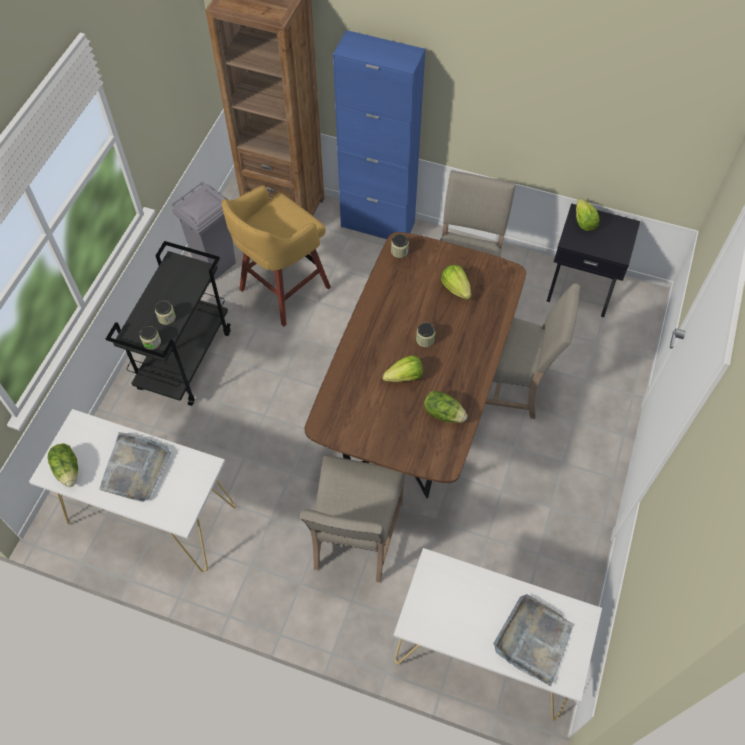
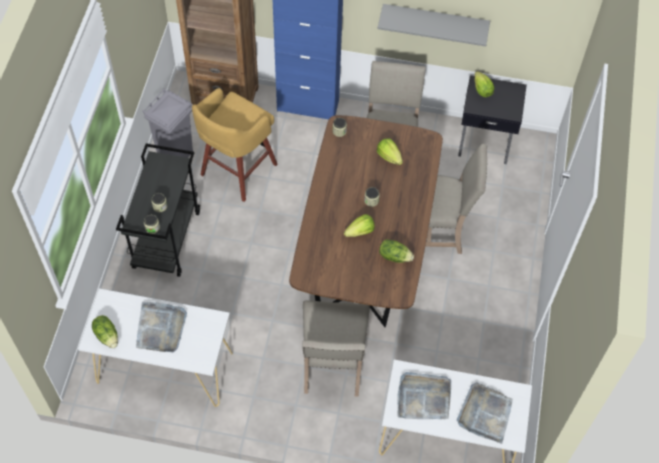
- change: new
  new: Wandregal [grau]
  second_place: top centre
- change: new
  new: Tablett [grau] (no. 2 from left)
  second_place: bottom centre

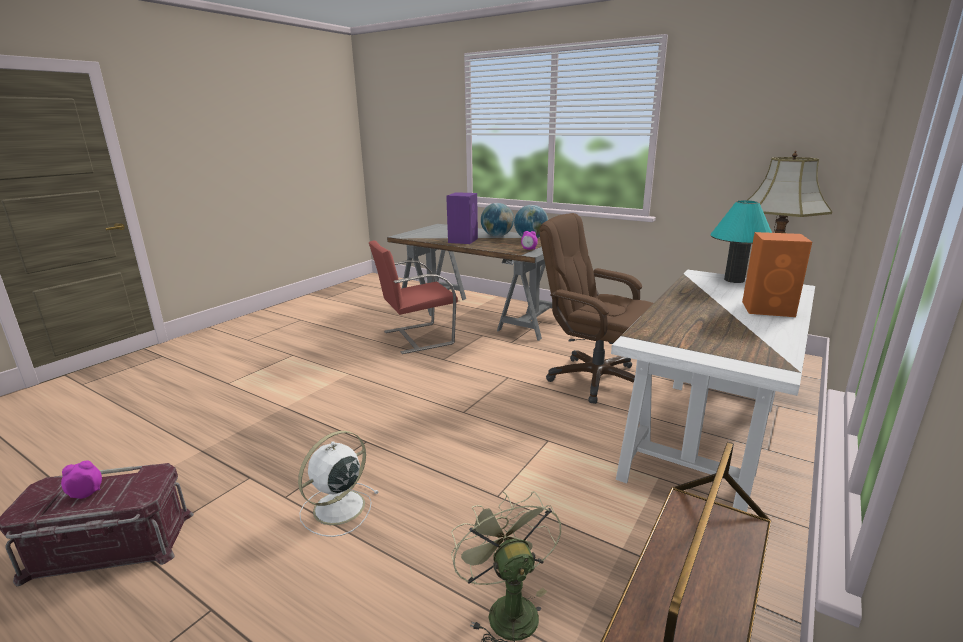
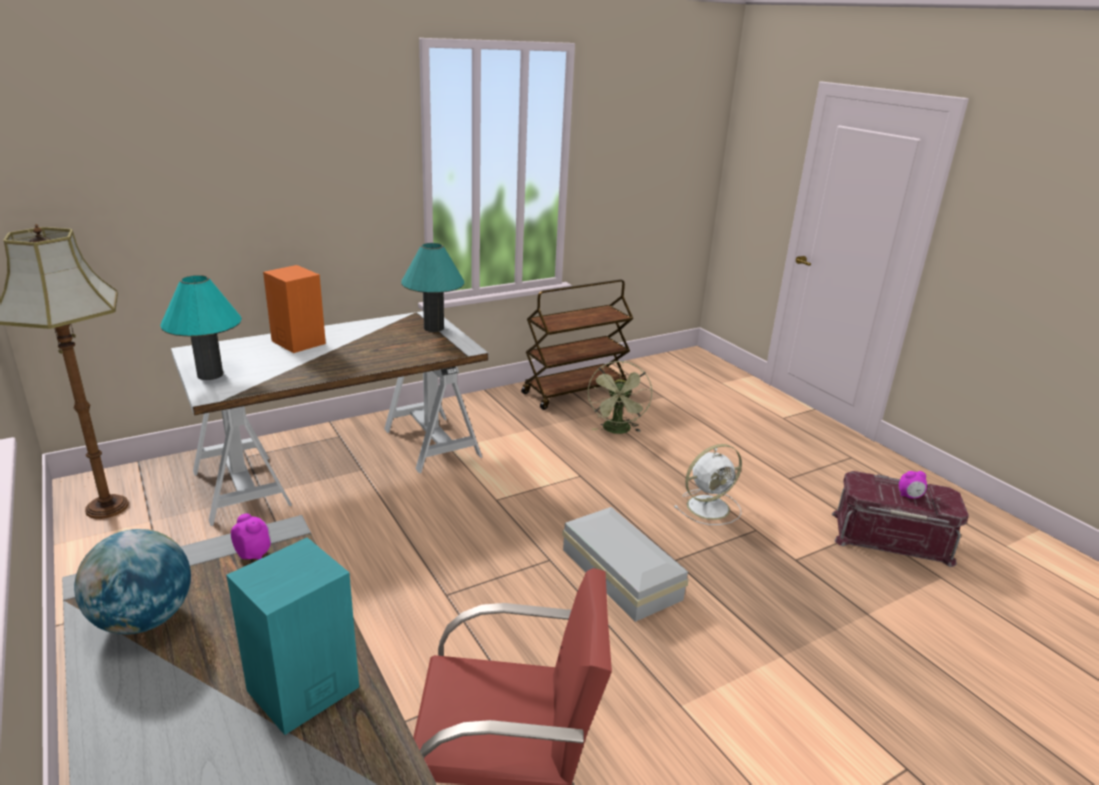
- change: repainted
  old: Lautsprecher [lila]
  new: Lautsprecher [türkis]
  first_place: centre
  second_place: bottom left
- change: new
  new: Tischlampe [türkis] (no. 2 from left)
  second_place: centre
- change: new
  new: Aufbewahrungsbox [weiß]
  second_place: bottom centre
- change: gone
  old: Globus (no. 1 from left)
  first_place: centre
- change: gone
  old: Bürostuhl [braun]
  first_place: centre

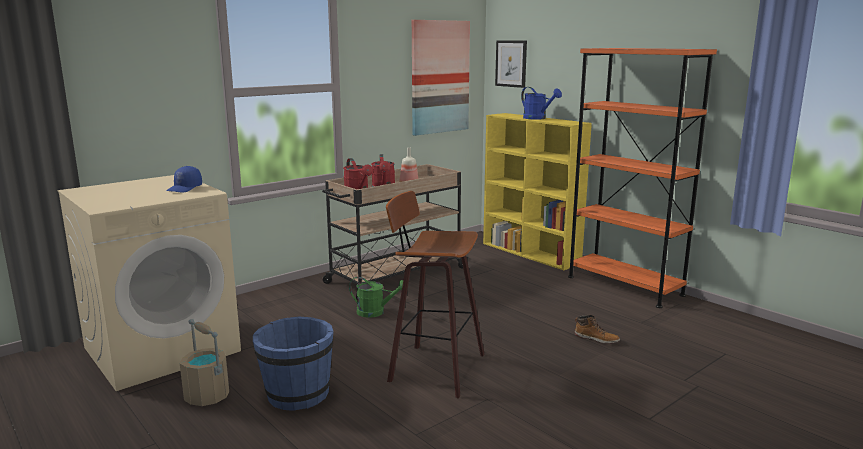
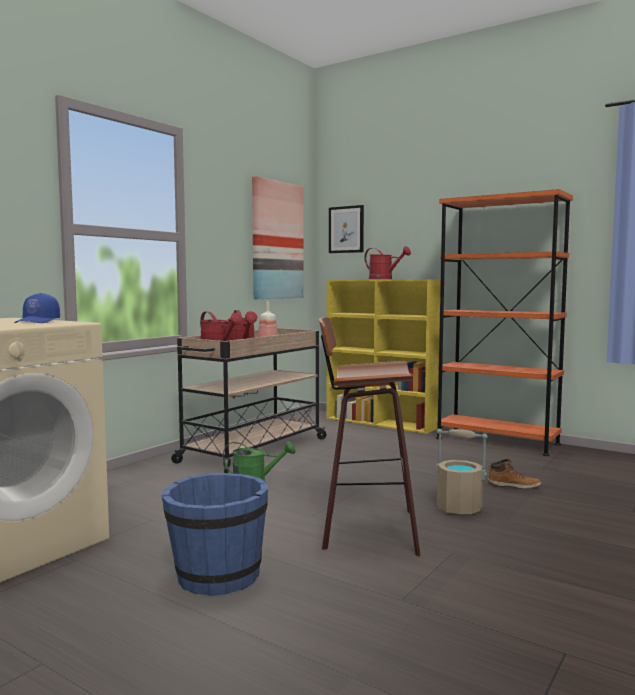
- change: repainted
  old: Gießkanne [blau]
  new: Gießkanne [rot] (no. 3 from left)
  first_place: top centre
  second_place: centre
- change: shifted
  old: Eimer [beige]
  first_place: bottom left
  second_place: bottom right

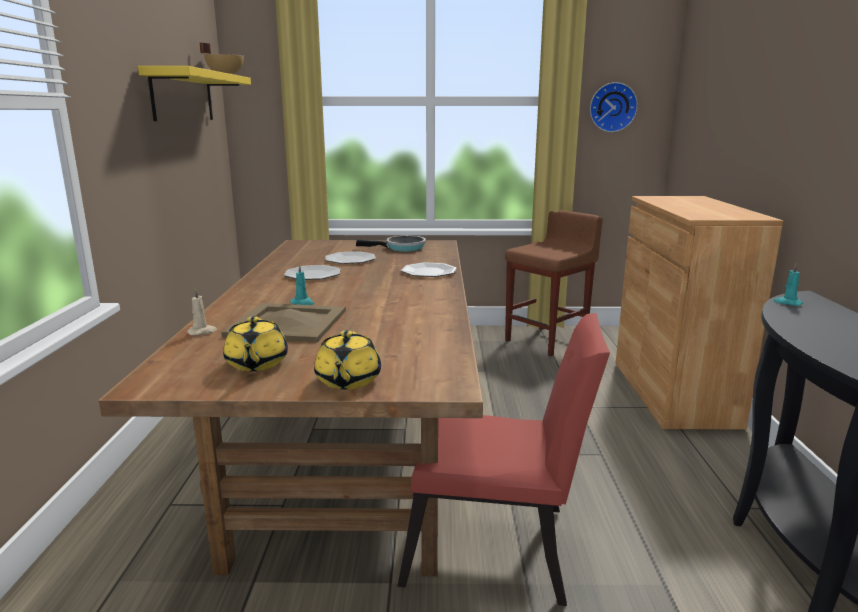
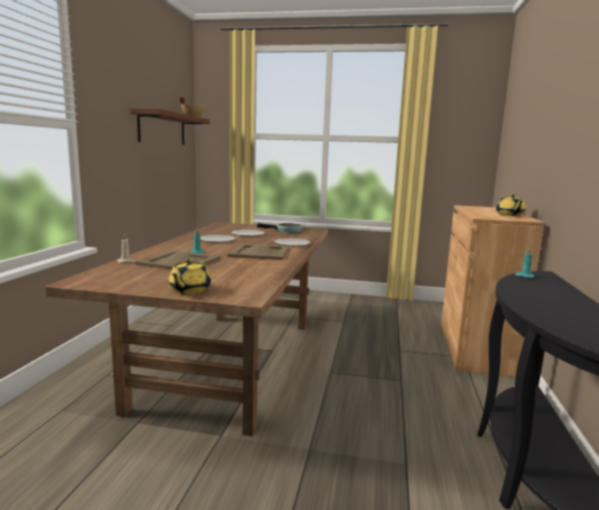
- change: repainted
  old: Wandregal [gelb]
  new: Wandregal [braun]
  first_place: top left
  second_place: top left
- change: new
  new: Tablett [beige] (no. 2 from left)
  second_place: centre
- change: shifted
  old: Teekanne [gelb] (no. 1 from left in the first image)
  new: Teekanne [gelb] (no. 2 from left)
  first_place: middle left
  second_place: middle right
- change: gone
  old: Stuhl [rot]
  first_place: bottom centre
- change: gone
  old: Hocker [braun]
  first_place: centre
- change: gone
  old: Wanduhr
  first_place: top right

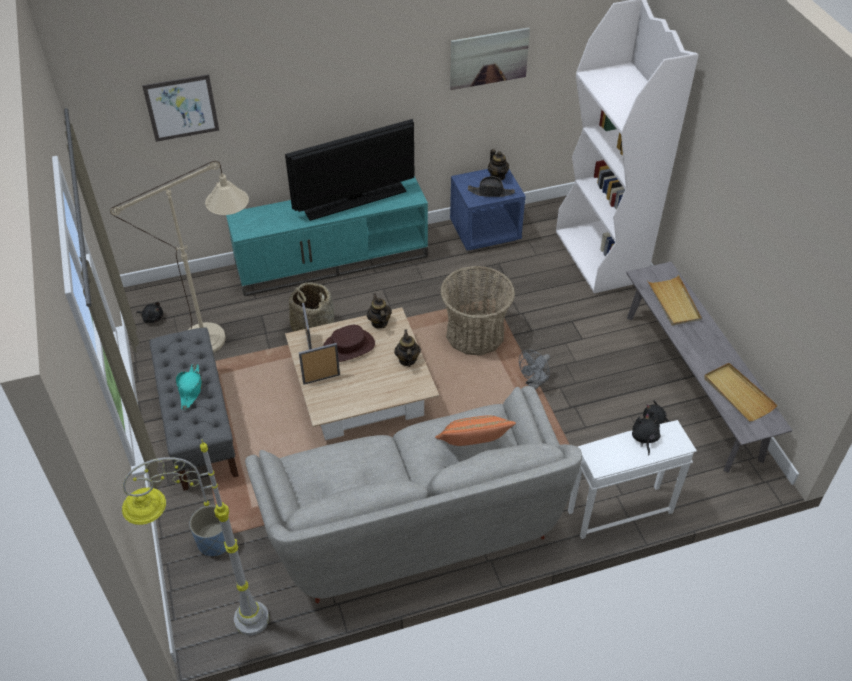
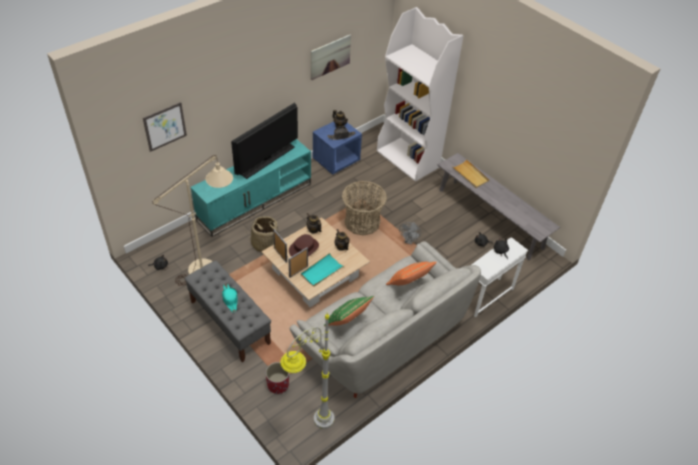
- change: repainted
  old: Pflanzkübel [blau]
  new: Pflanzkübel [rot]
  first_place: bottom left
  second_place: bottom centre
- change: new
  new: Tablett [türkis]
  second_place: centre
- change: new
  new: Kissen [grün]
  second_place: bottom centre
- change: gone
  old: Tablett [beige] (no. 2 from left)
  first_place: middle right

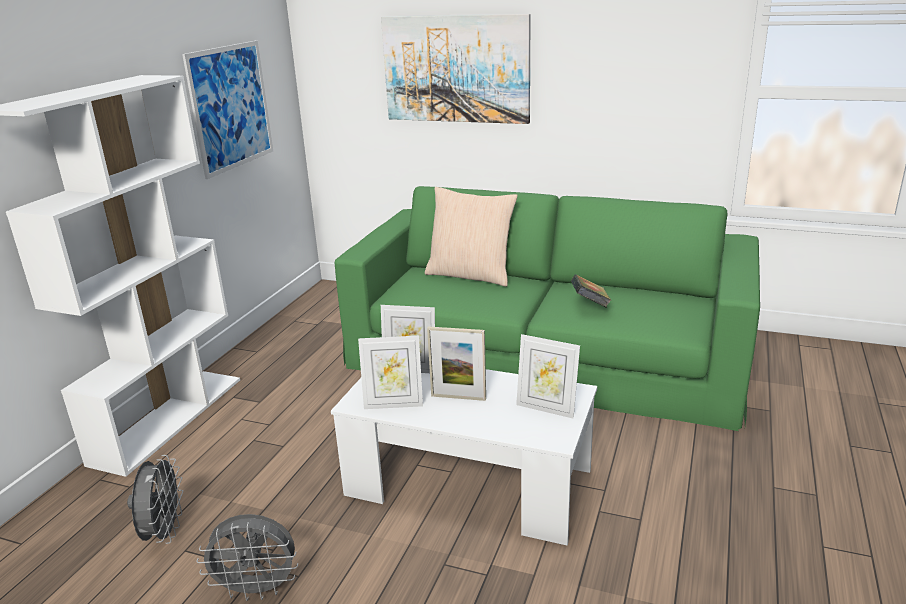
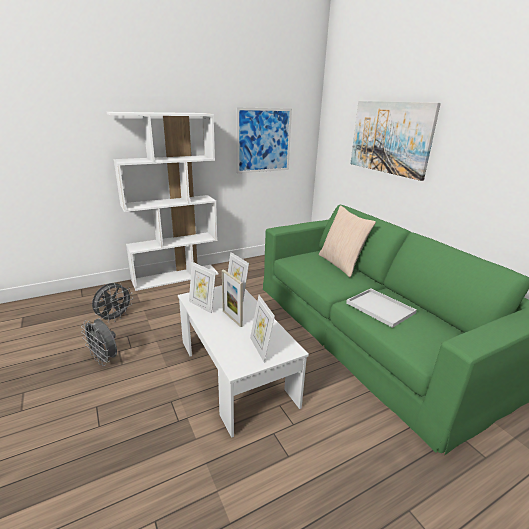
- change: swapped
  old: Buch
  new: Tablett [weiß]
  first_place: centre
  second_place: middle right

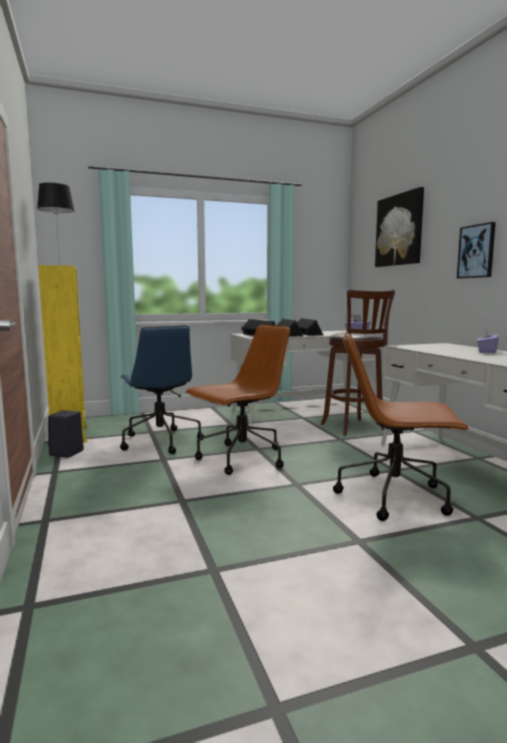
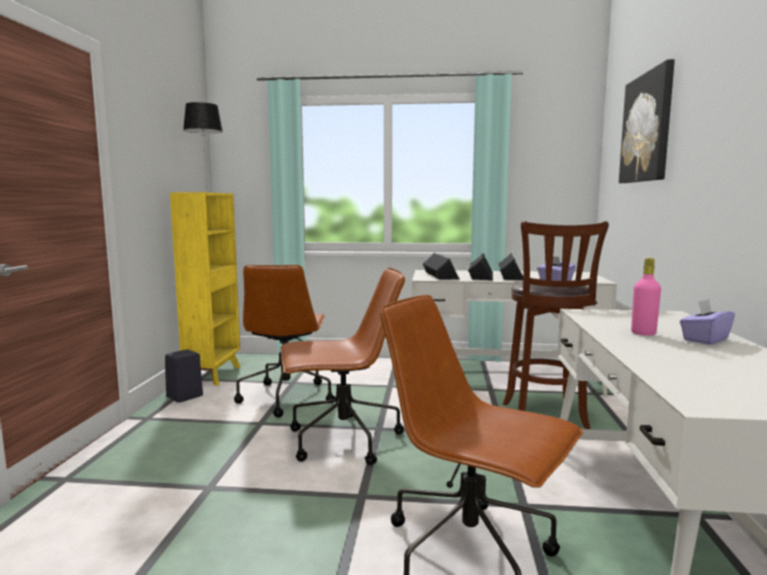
- change: repainted
  old: Bürostuhl [blau]
  new: Bürostuhl [braun] (no. 1 from left)
  first_place: middle left
  second_place: centre
- change: new
  new: Flasche [rosa]
  second_place: middle right
- change: gone
  old: Bild (no. 2 from left)
  first_place: middle right

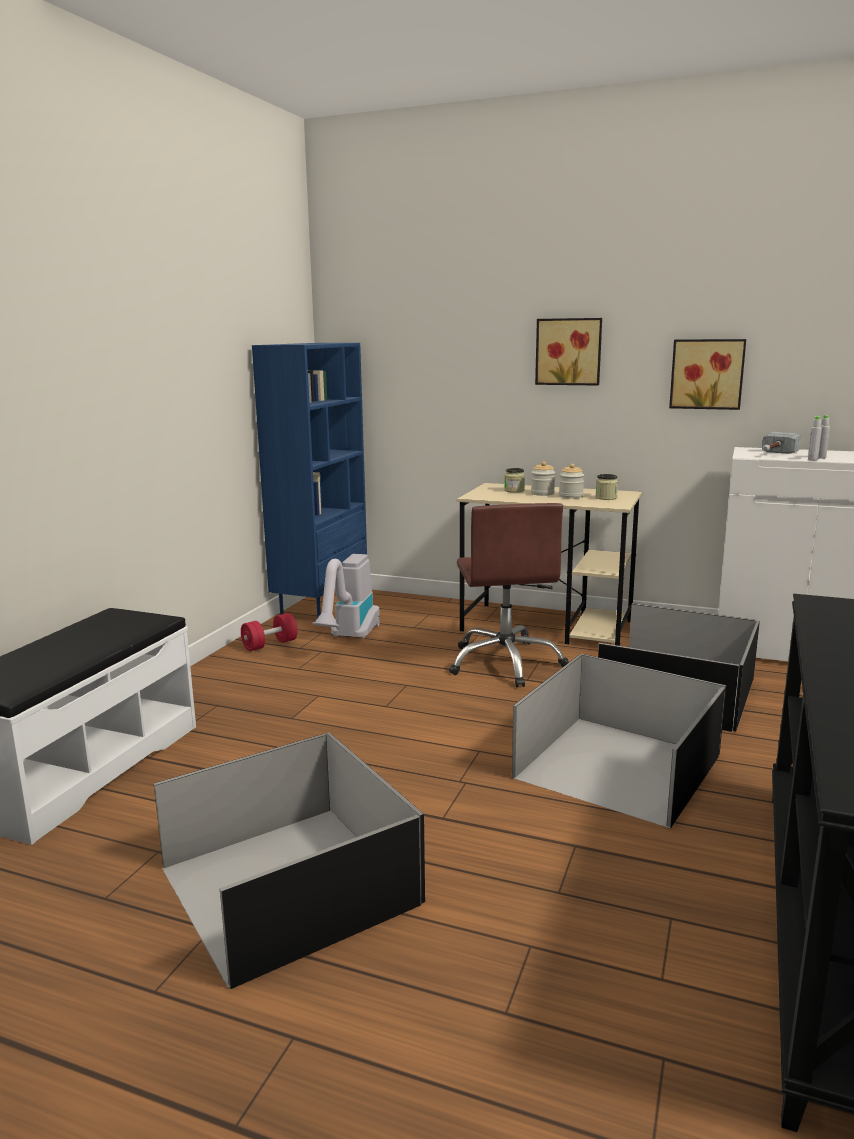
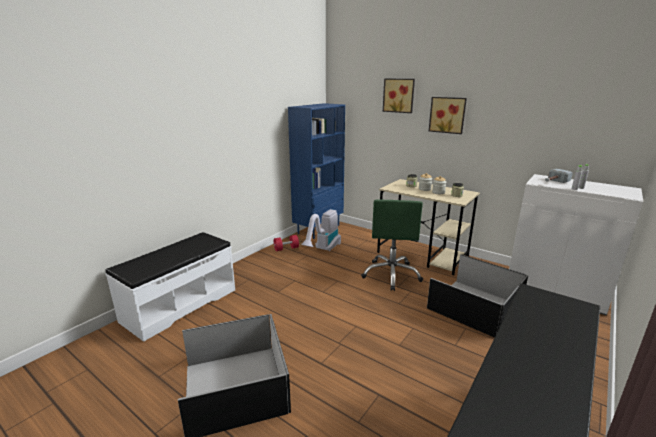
- change: repainted
  old: Bürostuhl [braun]
  new: Bürostuhl [grün]
  first_place: centre
  second_place: centre
- change: shifted
  old: Bild (no. 2 from left in the first image)
  new: Bild (no. 1 from left)
  first_place: top right
  second_place: top centre
- change: gone
  old: Aufbewahrungsbox [schwarz] (no. 2 from left)
  first_place: middle right

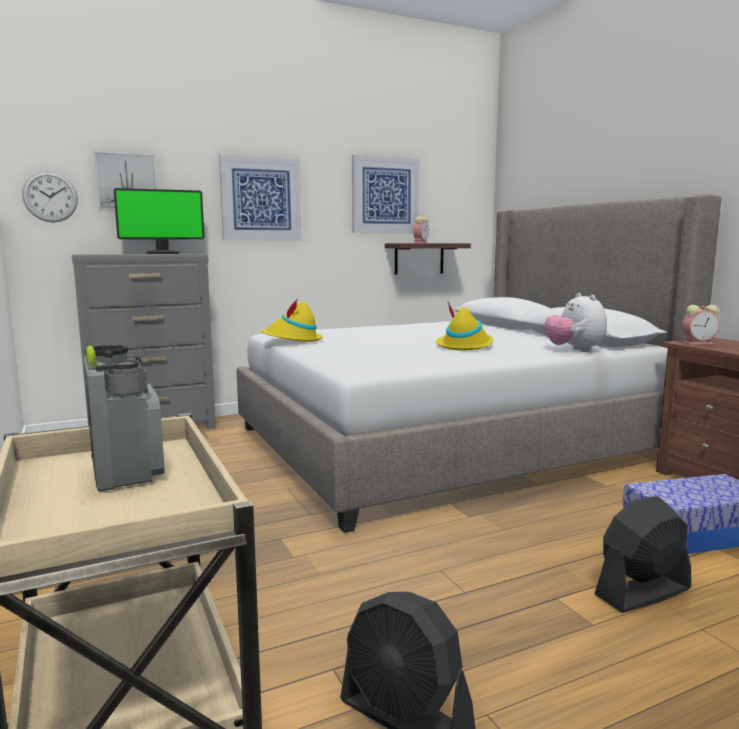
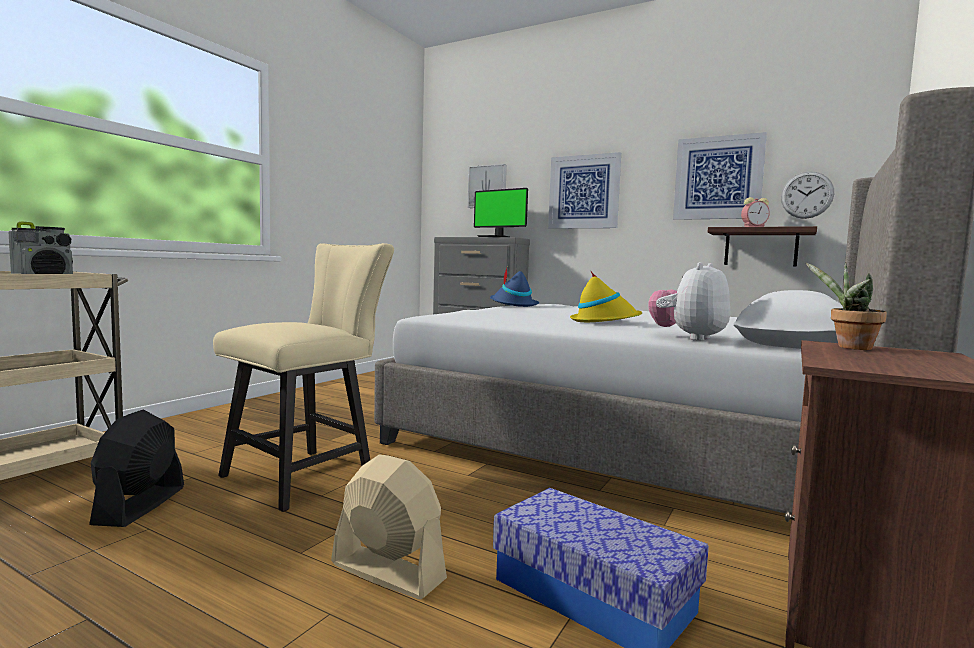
- change: new
  new: Stuhl [beige]
  second_place: middle left
- change: repainted
  old: Ventilator [schwarz] (no. 2 from left)
  new: Ventilator [beige]
  first_place: bottom right
  second_place: bottom centre
- change: repainted
  old: Hut [gelb] (no. 1 from left)
  new: Hut [blau]
  first_place: centre
  second_place: centre
- change: shifted
  old: Wanduhr
  first_place: top left
  second_place: top right
- change: swapped
  old: Wecker (no. 2 from left)
  new: Topfpflanze
  first_place: middle right
  second_place: middle right

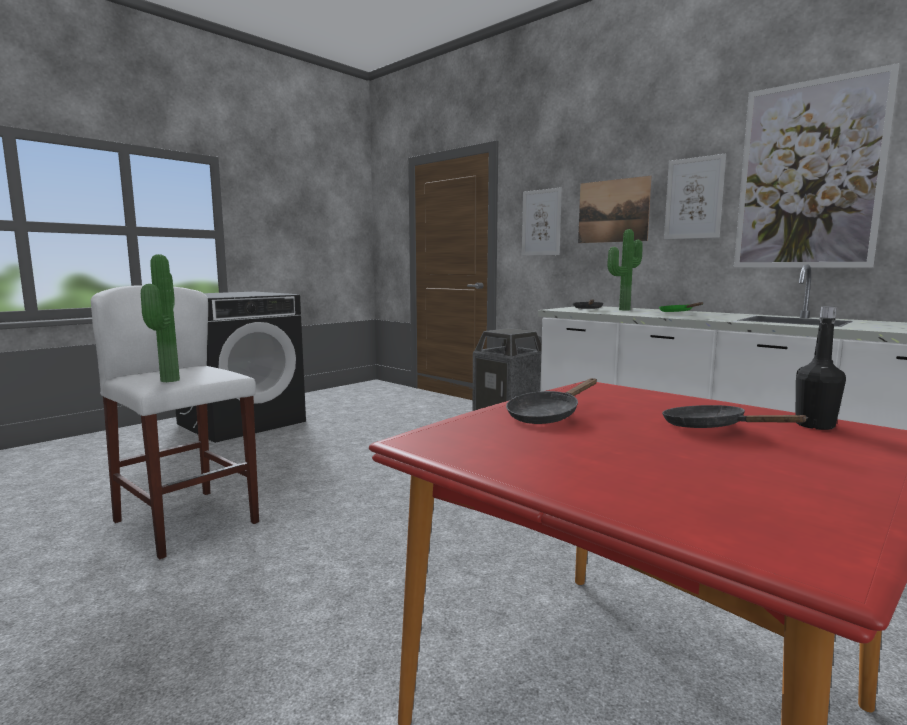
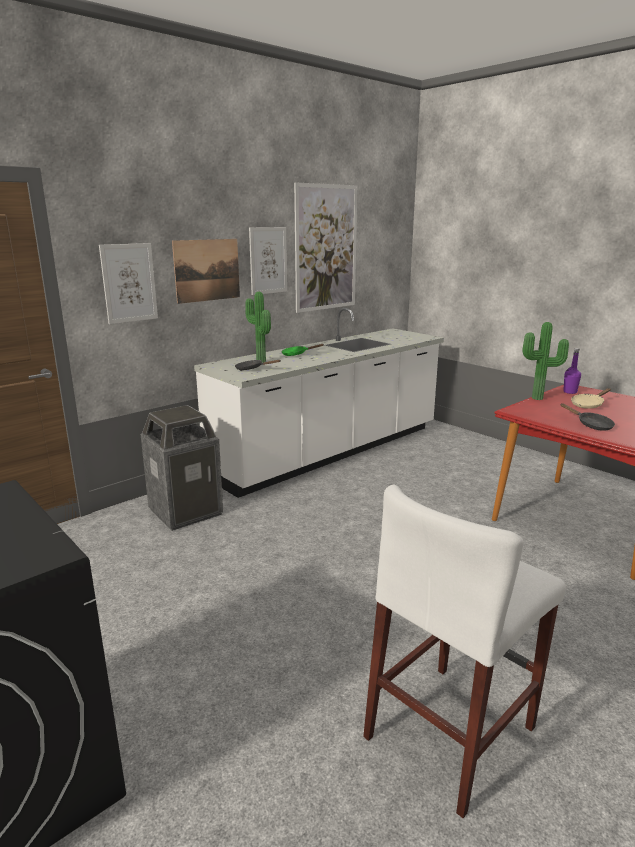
- change: shifted
  old: Topfpflanze (no. 1 from left in the first image)
  new: Topfpflanze (no. 2 from left)
  first_place: middle left
  second_place: middle right
- change: repainted
  old: Flasche [schwarz]
  new: Flasche [lila]
  first_place: middle right
  second_place: middle right
- change: repainted
  old: Pfanne [schwarz] (no. 3 from left)
  new: Pfanne [beige]
  first_place: middle right
  second_place: middle right

